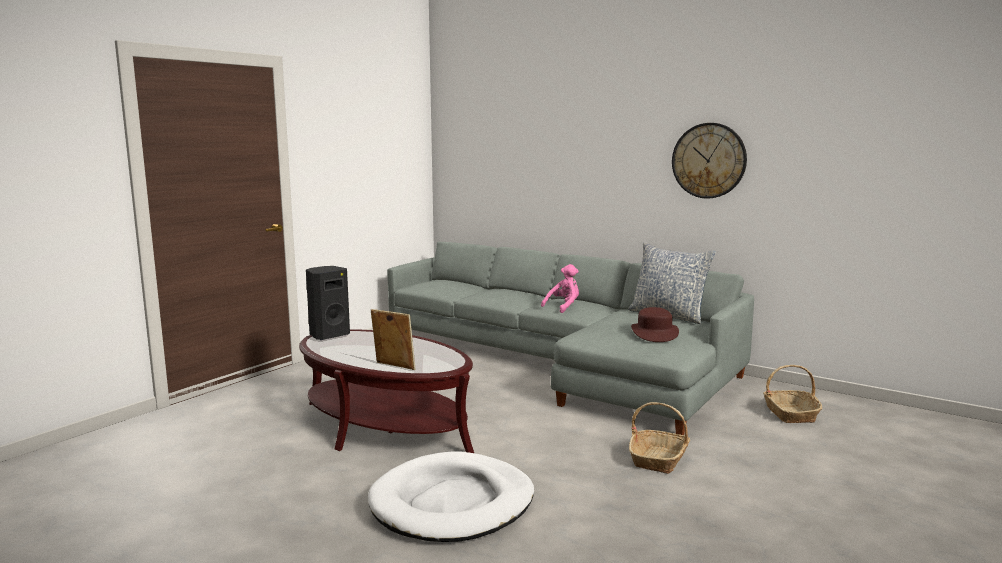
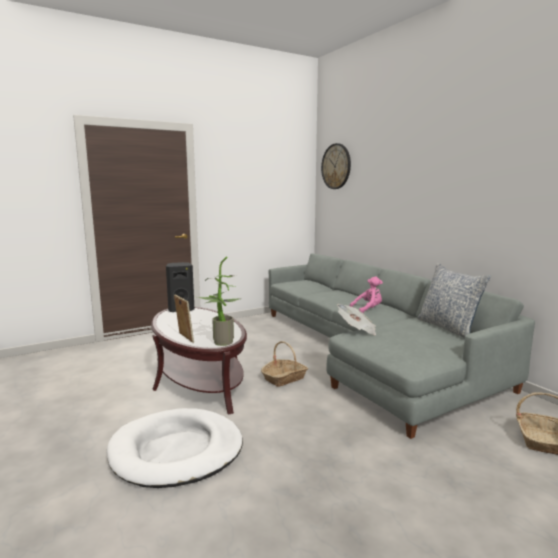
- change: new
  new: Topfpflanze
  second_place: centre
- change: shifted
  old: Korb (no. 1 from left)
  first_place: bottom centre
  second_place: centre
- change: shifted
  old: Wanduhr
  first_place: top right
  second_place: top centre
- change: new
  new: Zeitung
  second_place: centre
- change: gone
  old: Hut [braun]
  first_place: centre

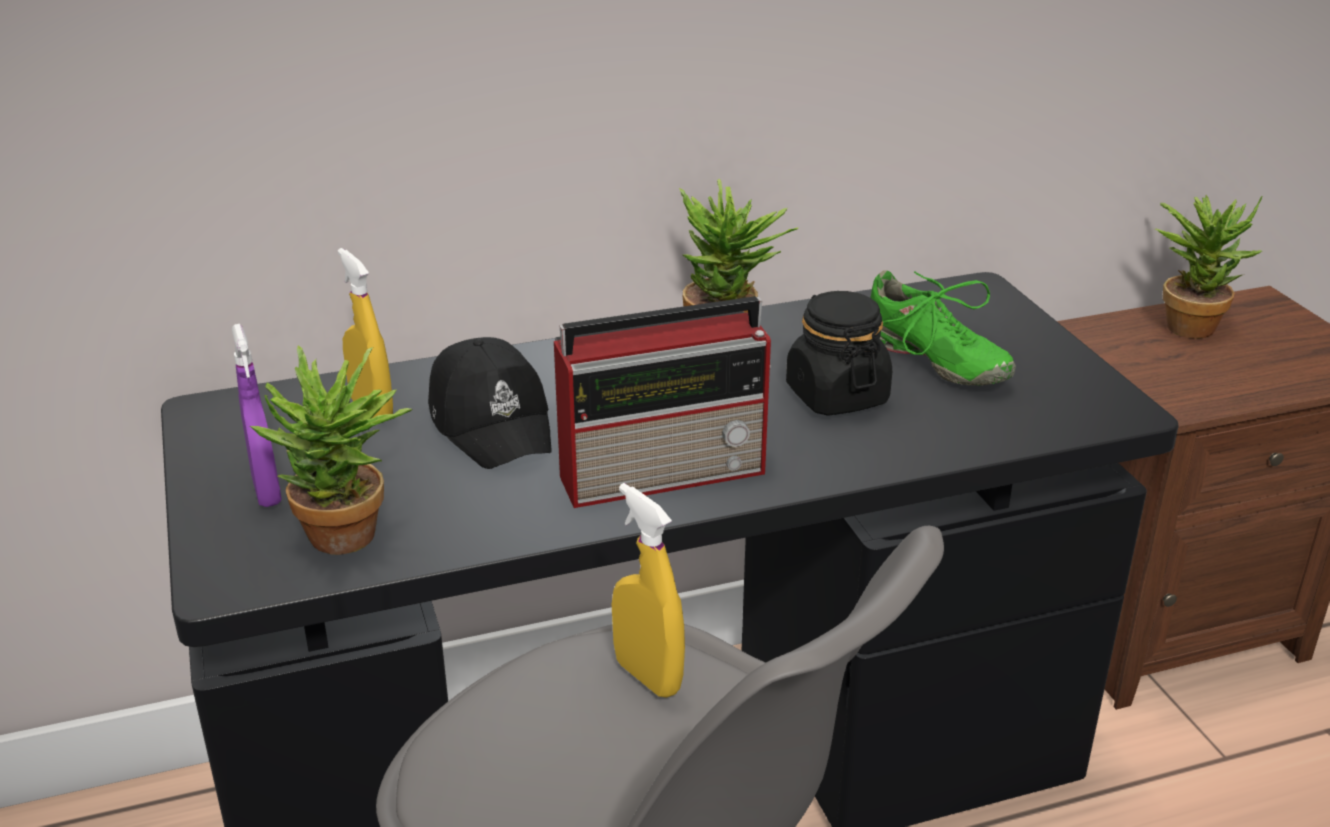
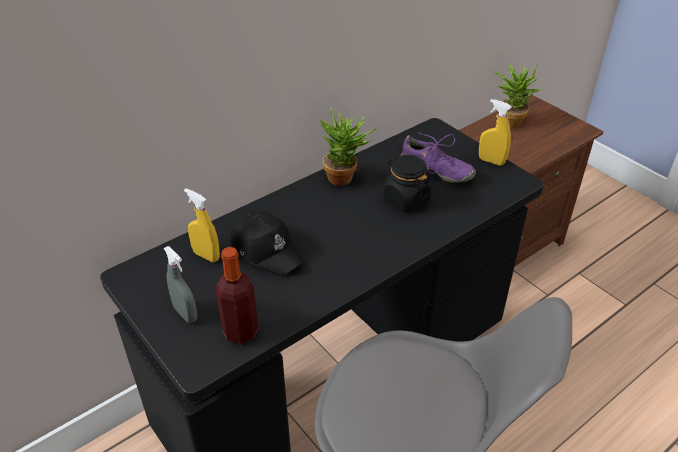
- change: repainted
  old: Sprühflasche [lila]
  new: Sprühflasche [grau]
  first_place: middle left
  second_place: middle left
- change: swapped
  old: Topfpflanze (no. 1 from left)
  new: Flasche
  first_place: middle left
  second_place: centre
- change: repainted
  old: Schuh [grün]
  new: Schuh [lila]
  first_place: middle right
  second_place: centre
- change: shifted
  old: Sprühflasche [gelb] (no. 2 from left)
  first_place: bottom centre
  second_place: top right
- change: gone
  old: Radio
  first_place: centre

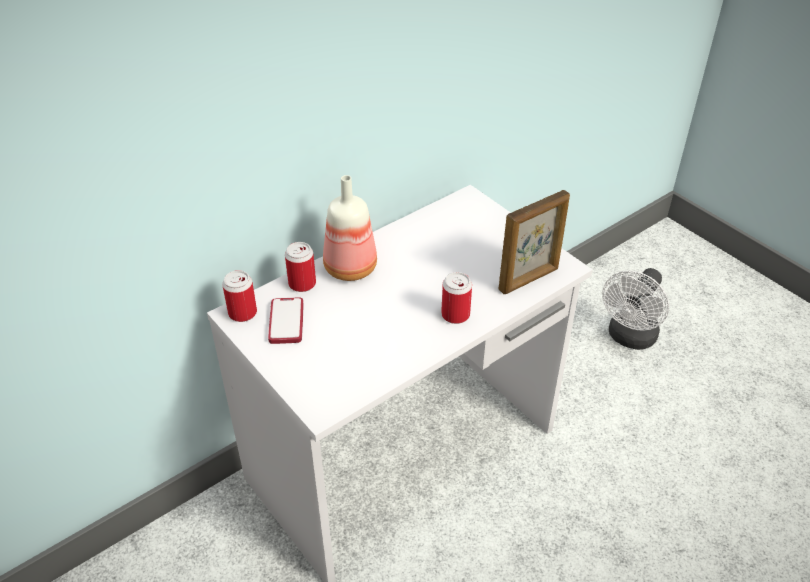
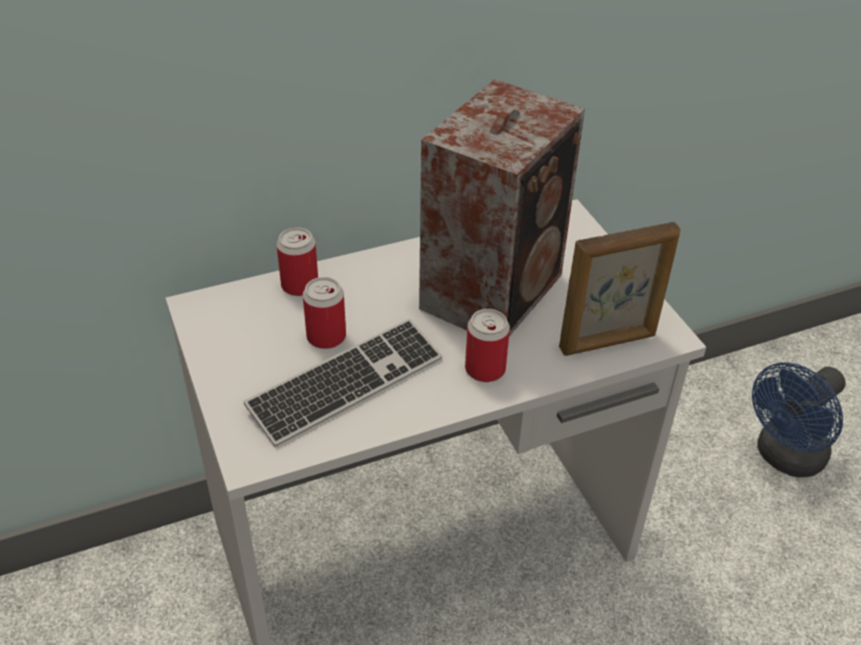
- change: new
  new: Tastatur
  second_place: centre
- change: shifted
  old: Dose (no. 1 from left in the first image)
  new: Dose (no. 2 from left)
  first_place: middle left
  second_place: centre
- change: new
  new: Lautsprecher
  second_place: top centre
- change: repainted
  old: Ventilator [weiß]
  new: Ventilator [blau]
  first_place: middle right
  second_place: middle right
- change: gone
  old: Handy
  first_place: centre
- change: gone
  old: Flasche
  first_place: centre

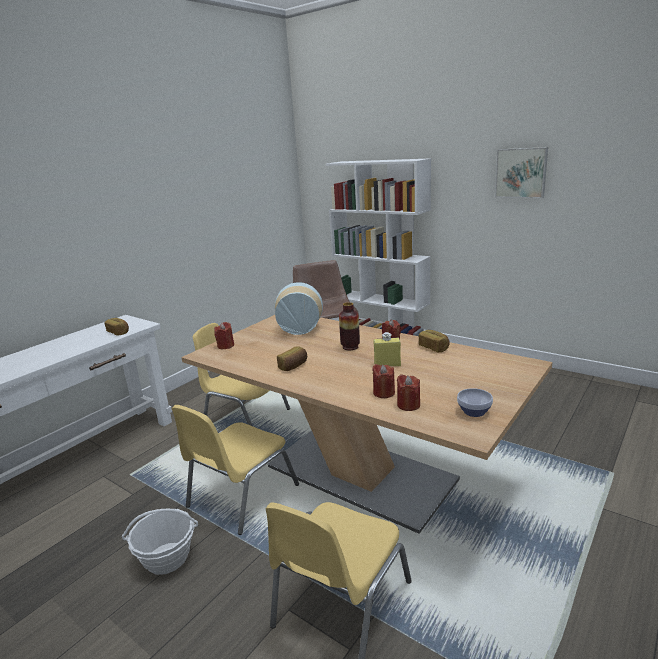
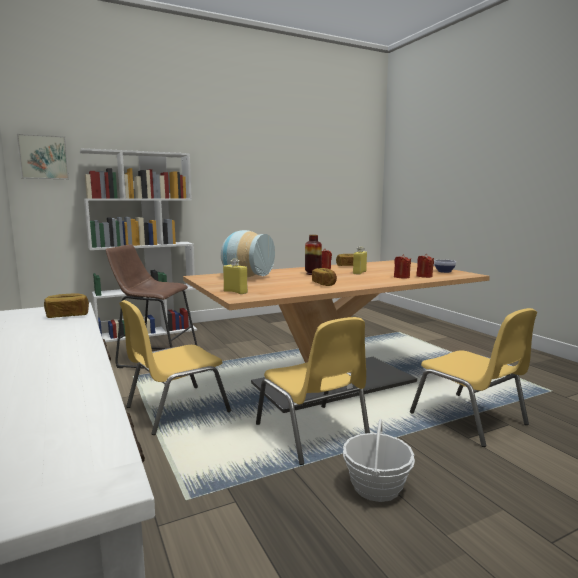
- change: shifted
  old: Bild
  first_place: top right
  second_place: top left
- change: swapped
  old: Kerze [rot] (no. 1 from left)
  new: Flasche [gelb] (no. 1 from left)
  first_place: centre
  second_place: centre

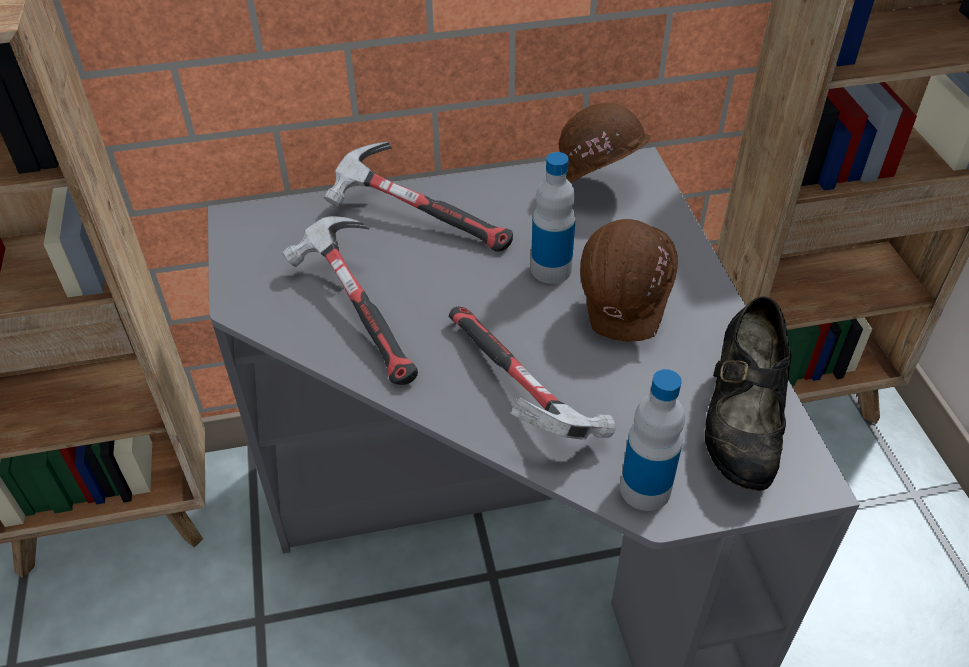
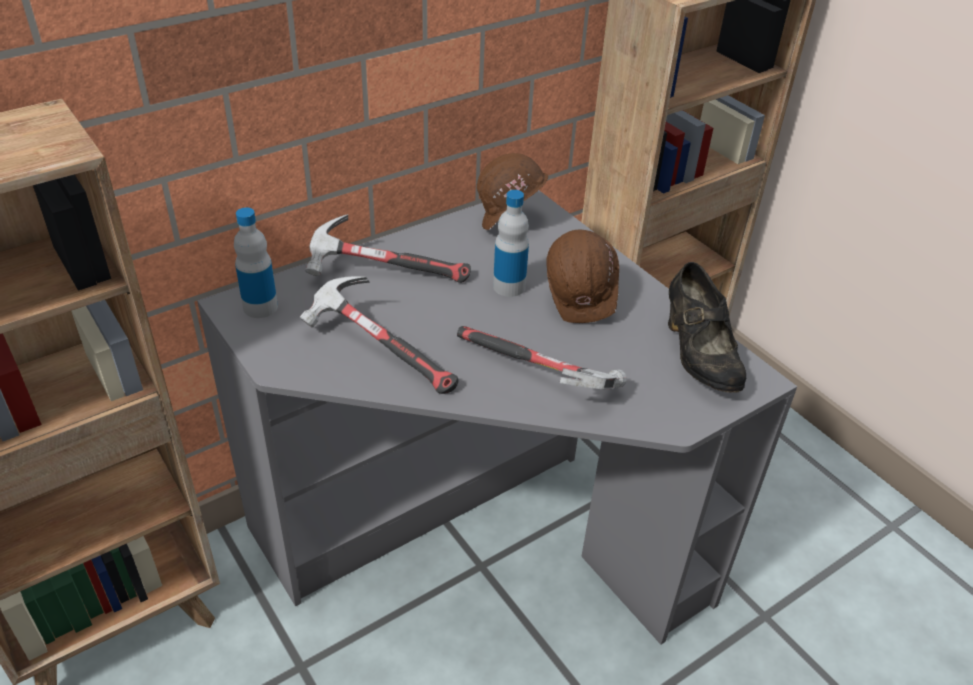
- change: shifted
  old: Flasche (no. 2 from left in the first image)
  new: Flasche (no. 1 from left)
  first_place: middle right
  second_place: middle left

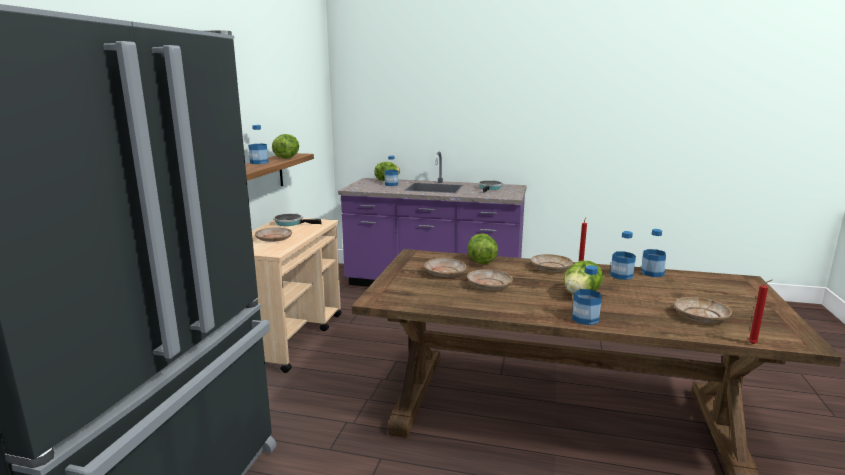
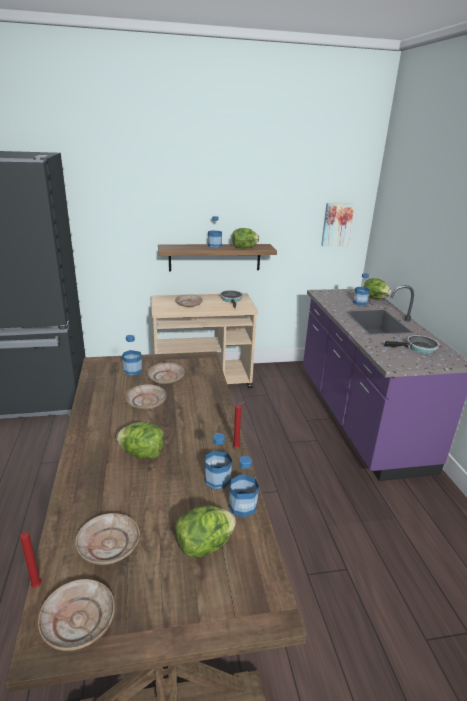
- change: shifted
  old: Teller [beige] (no. 4 from left in the first image)
  new: Teller [beige] (no. 1 from left)
  first_place: centre
  second_place: bottom left
- change: shifted
  old: Flasche (no. 3 from left in the first image)
  new: Flasche (no. 1 from left)
  first_place: middle right
  second_place: middle left
- change: shifted
  old: Salatkopf (no. 3 from left in the first image)
  new: Salatkopf (no. 2 from left)
  first_place: centre
  second_place: bottom centre
- change: new
  new: Bild
  second_place: top right

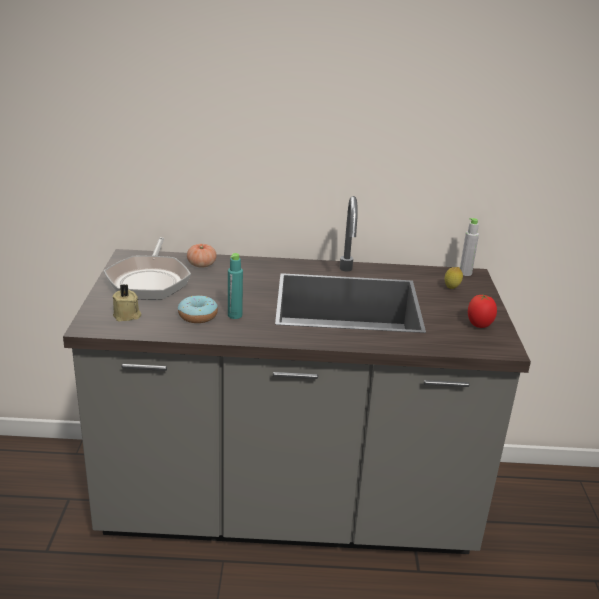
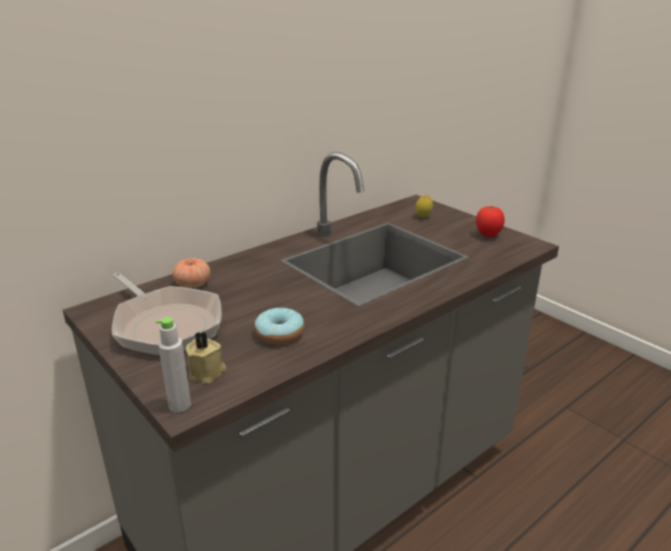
- change: shifted
  old: Flasche [grau]
  first_place: middle right
  second_place: middle left
- change: gone
  old: Flasche [türkis]
  first_place: centre

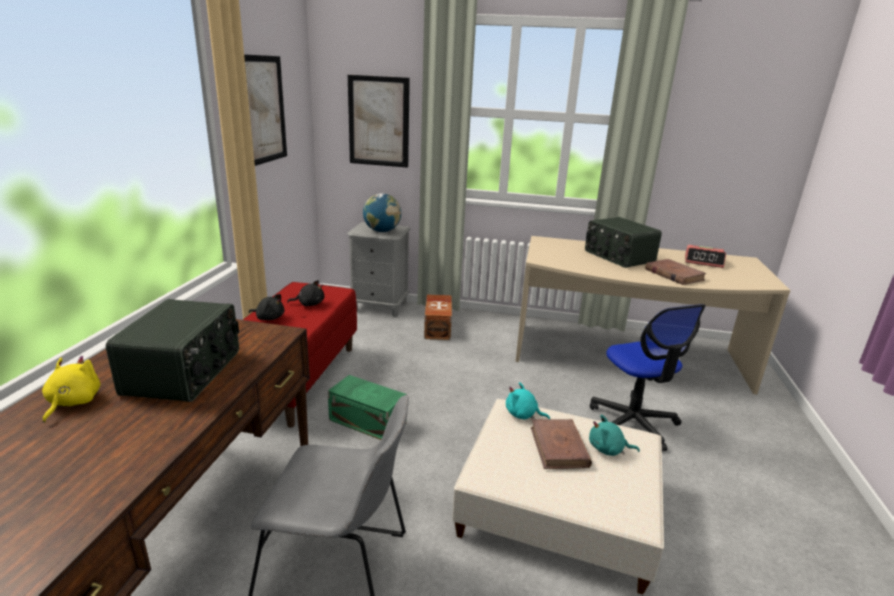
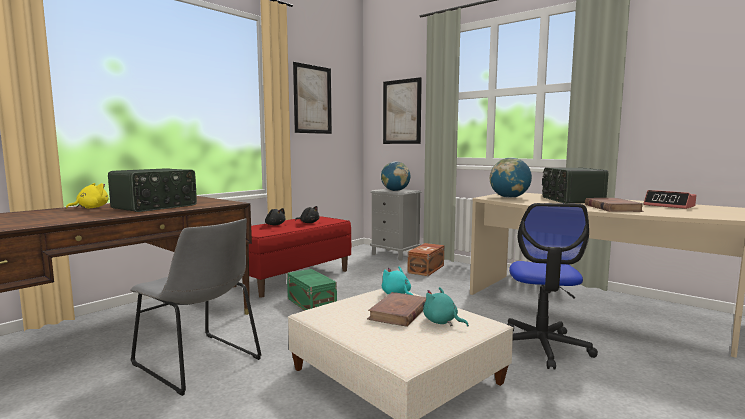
- change: new
  new: Globus (no. 2 from left)
  second_place: middle right

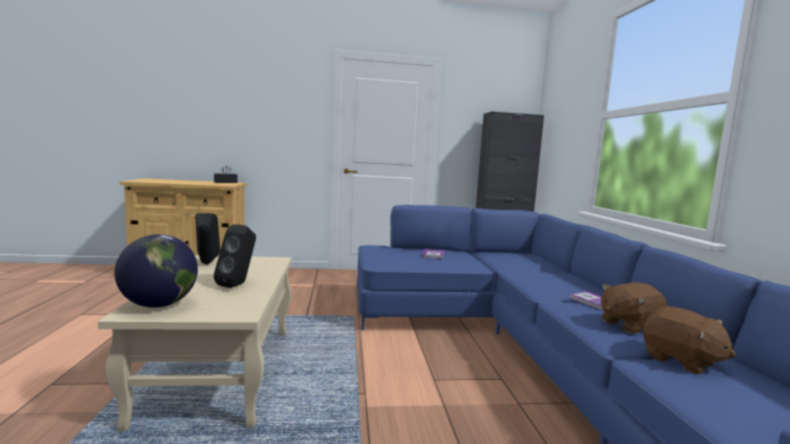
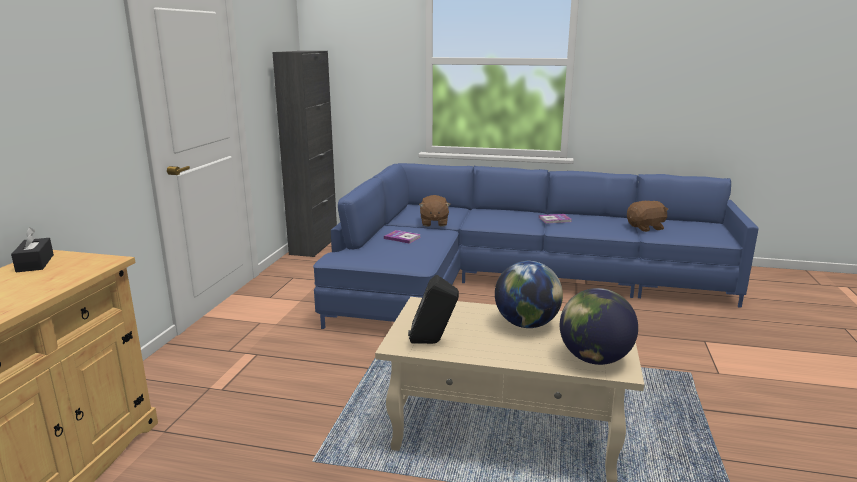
- change: shifted
  old: Plüschtier [braun] (no. 1 from left)
  first_place: bottom right
  second_place: centre
- change: swapped
  old: Lautsprecher [schwarz] (no. 2 from left)
  new: Globus (no. 1 from left)
  first_place: middle left
  second_place: centre

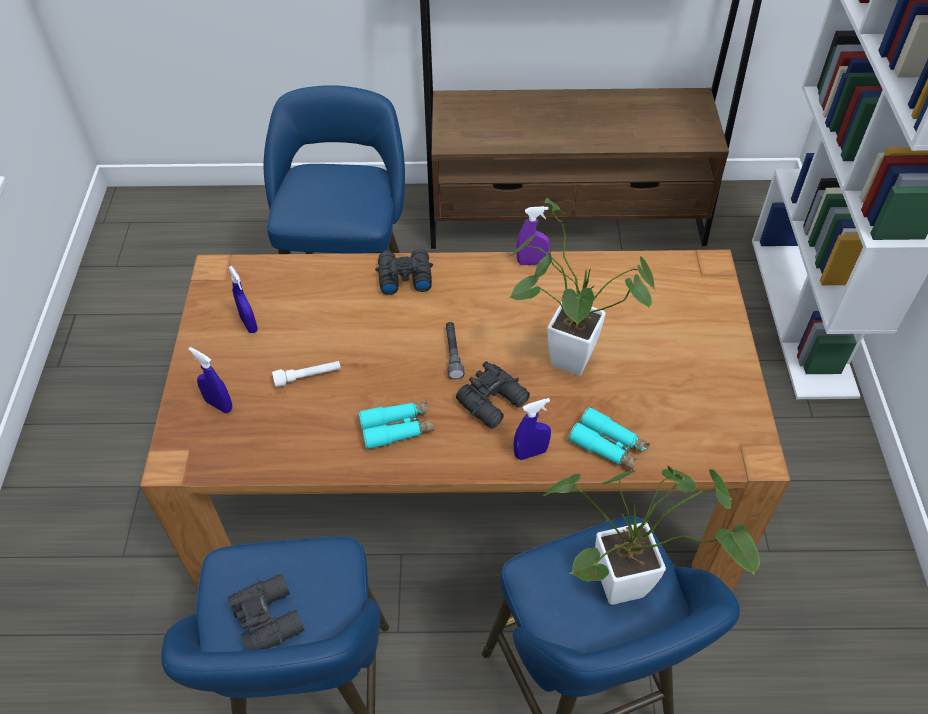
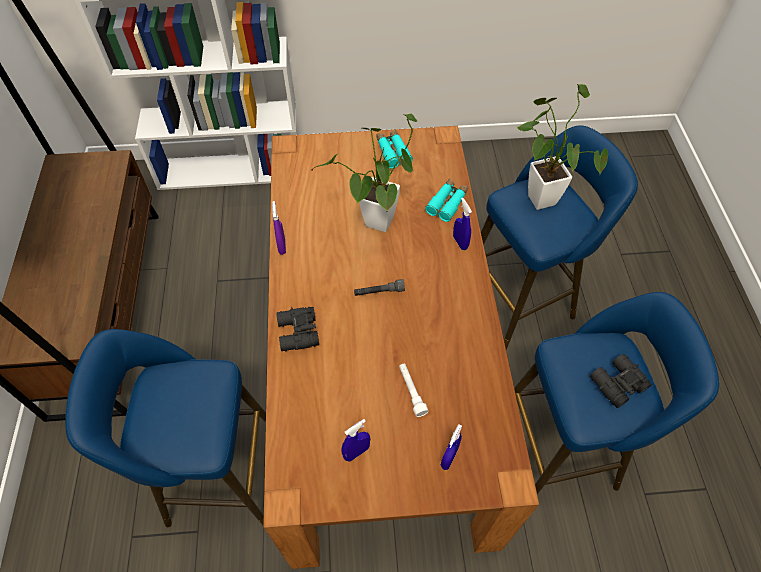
- change: shifted
  old: Fernglas [türkis] (no. 1 from left)
  first_place: centre
  second_place: top centre
- change: gone
  old: Fernglas [schwarz] (no. 3 from left)
  first_place: centre

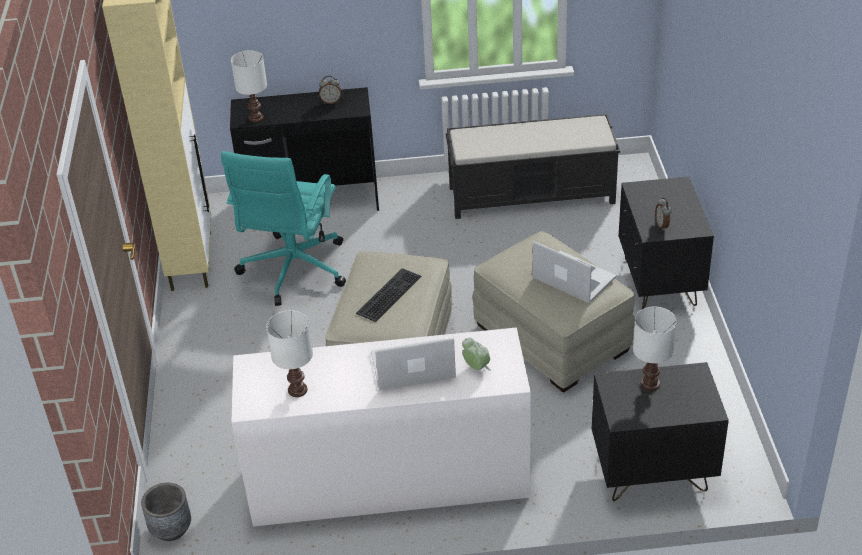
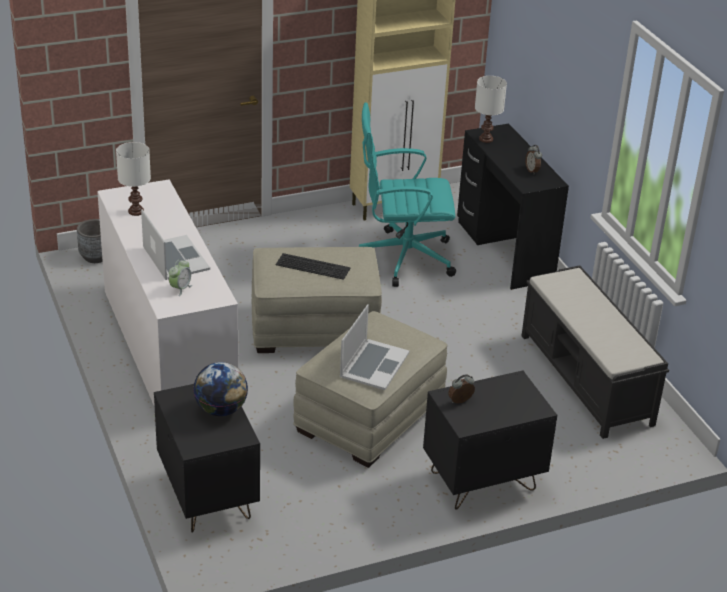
- change: swapped
  old: Tischlampe [weiß] (no. 3 from left)
  new: Globus
  first_place: middle right
  second_place: middle left

